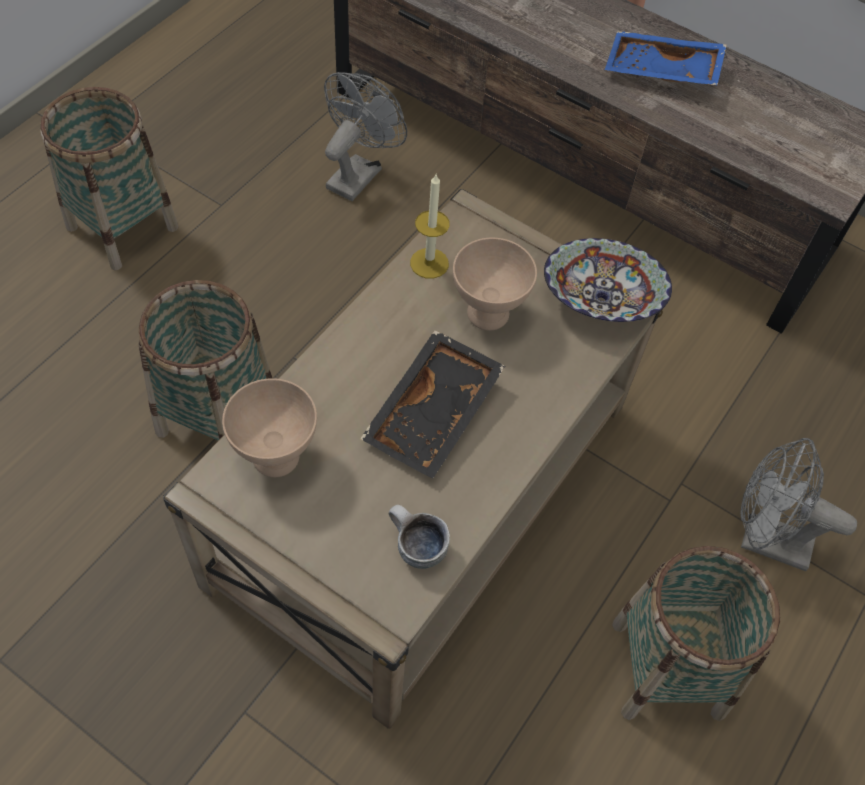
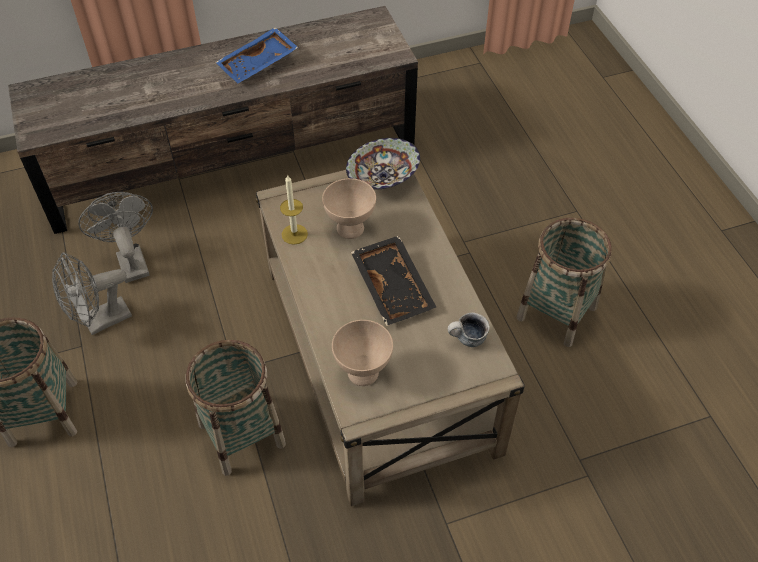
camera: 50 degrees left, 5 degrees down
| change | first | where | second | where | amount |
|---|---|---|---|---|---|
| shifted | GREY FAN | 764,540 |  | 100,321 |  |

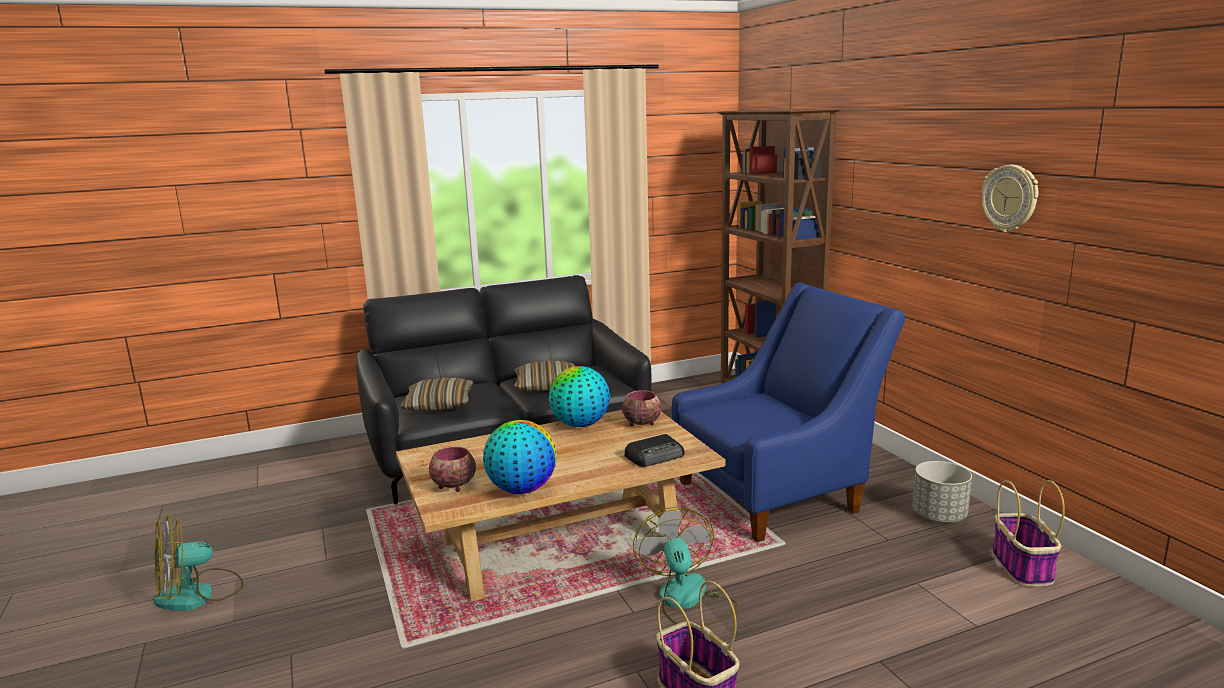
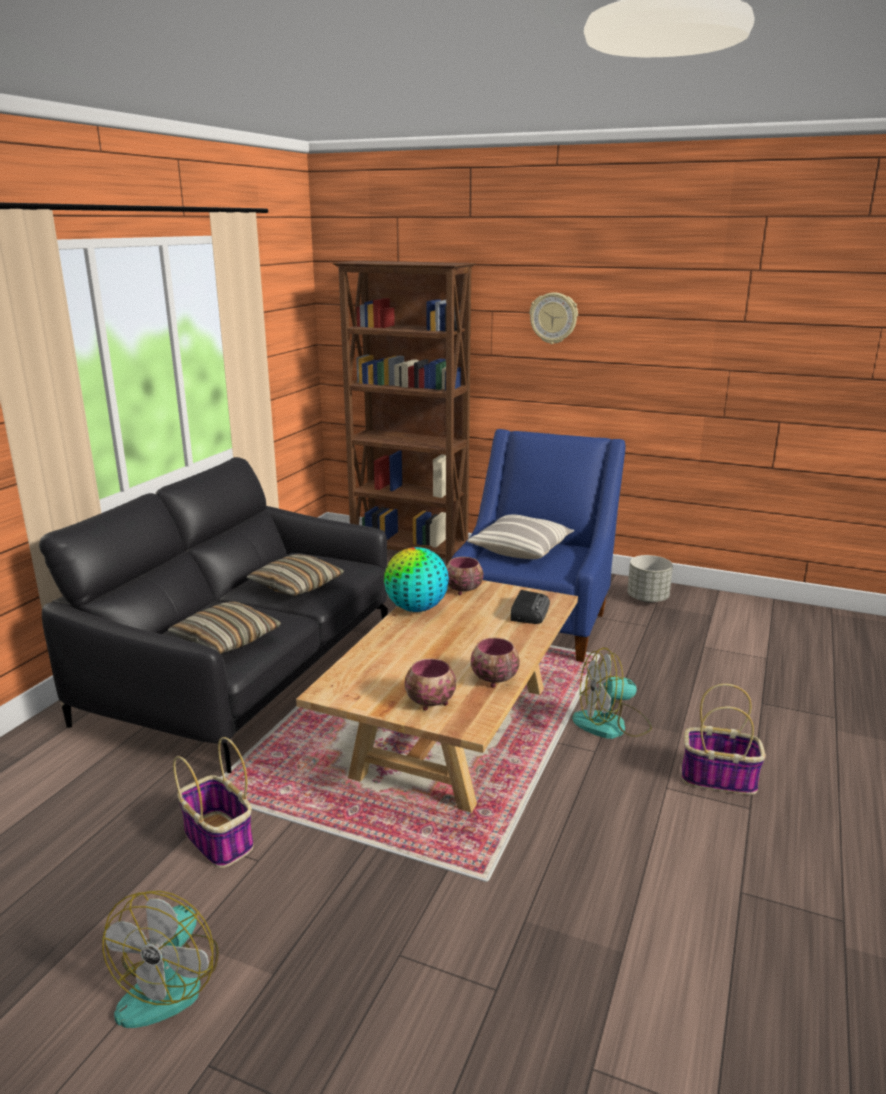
camera: 45 degrees left, 5 degrees up
| change | first | where | second | where | amount |
|---|---|---|---|---|---|
| swapped | GLOBE | 522,489 | BOWL | 493,679 |  |
| rotated | FAN | 687,601 |  | 611,724 | 45 degrees counterclockwise |
| shifted | WALL CLOCK | 1010,198 |  | 553,318 |  |
| shifted | BASKET | 1023,567 |  | 219,840 |  |
| new |  |  | PILLOW | 521,550 |  |

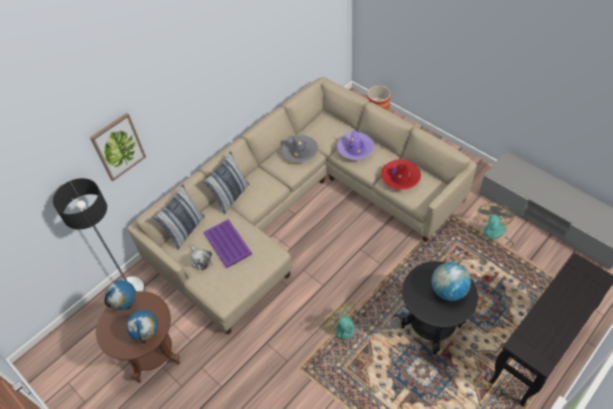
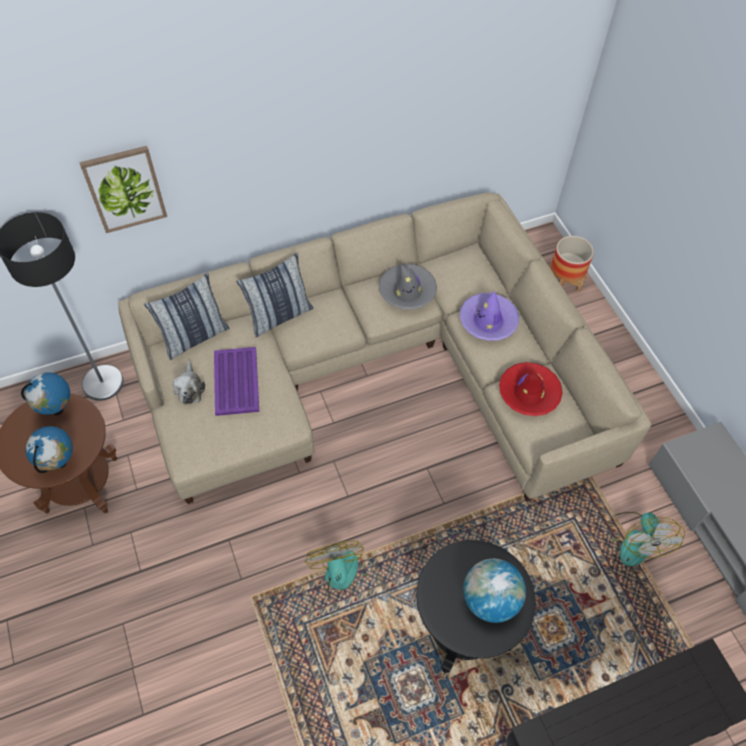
camera: 20 degrees right, 5 degrees up
| change | first | where | second | where | amount |
|---|---|---|---|---|---|
| rotated | FAN | 493,235 |  | 633,539 | 135 degrees clockwise |

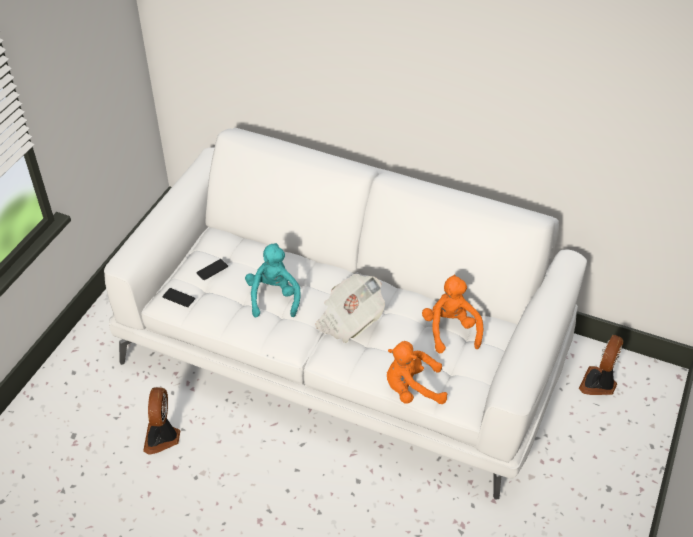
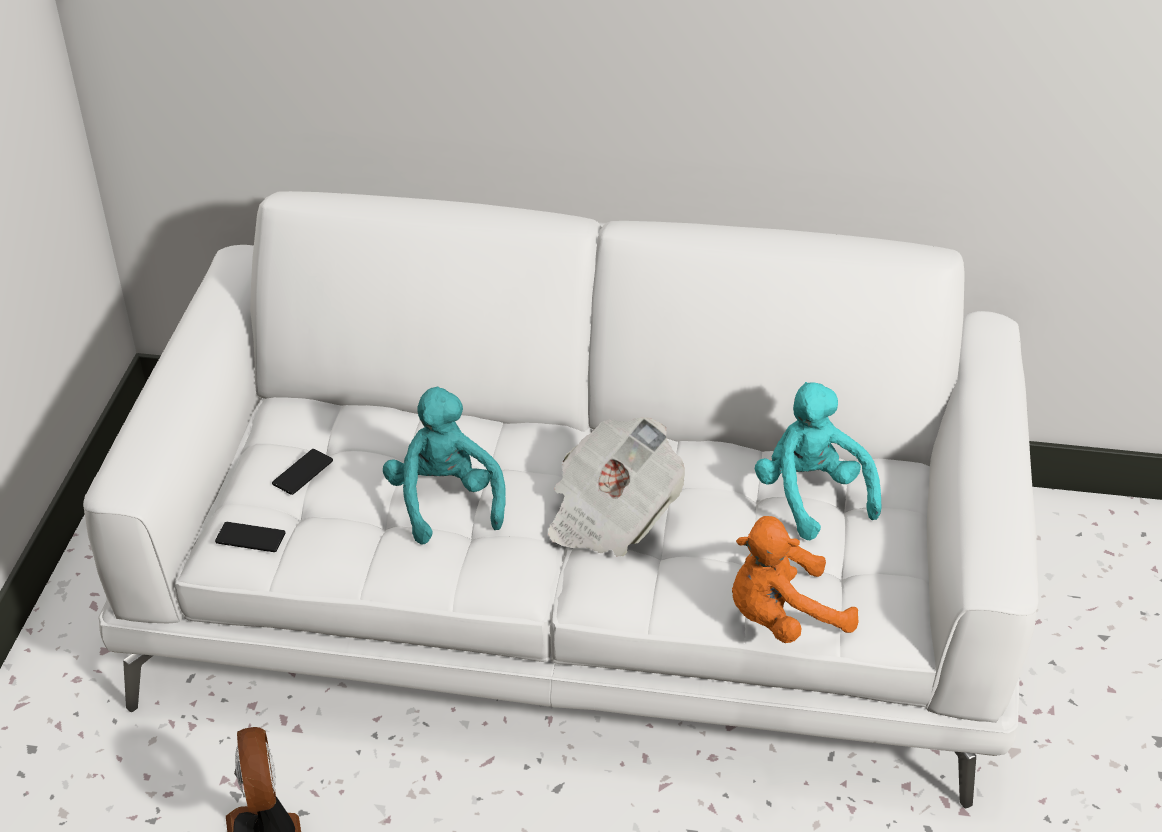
camera: 15 degrees left, 5 degrees down
| change | first | where | second | where | amount |
|---|---|---|---|---|---|
| repainted | ORANGE PLUSH TOY | 450,330 | TURQUOISE PLUSH TOY | 811,496 |  |
| gone | FAN | 599,384 |  |  |  |

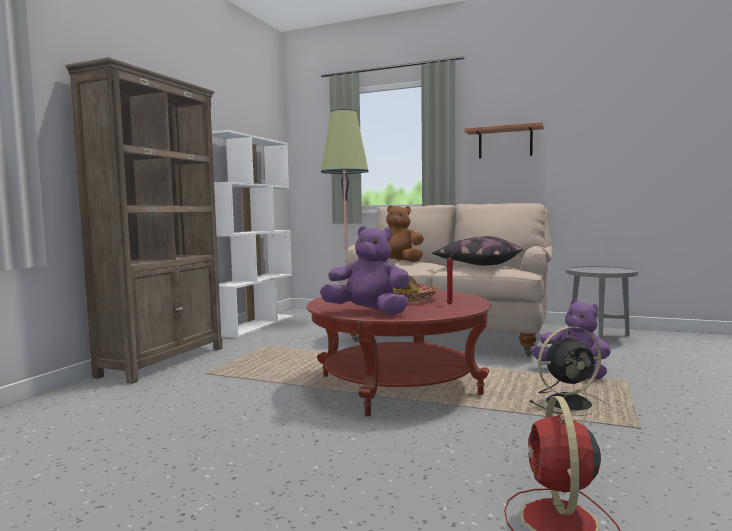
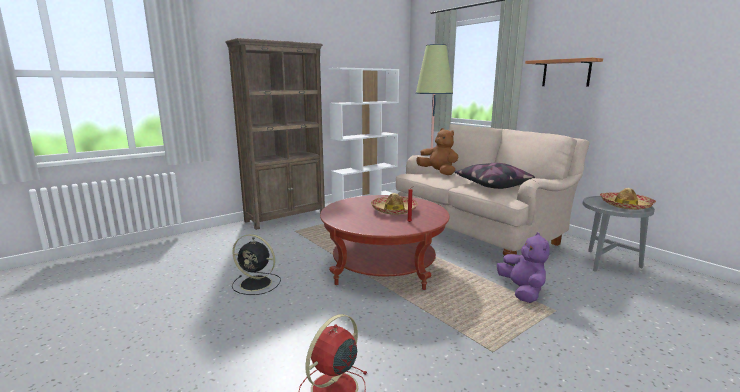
camera: 30 degrees right, 10 degrees up
| change | first | where | second | where | amount |
|---|---|---|---|---|---|
| gone | PURPLE PLUSH TOY | 368,312 |  |  |  |
| shifted | BLACK FAN | 570,403 |  | 257,284 |  |
| new |  |  | HAT | 625,205 |  |

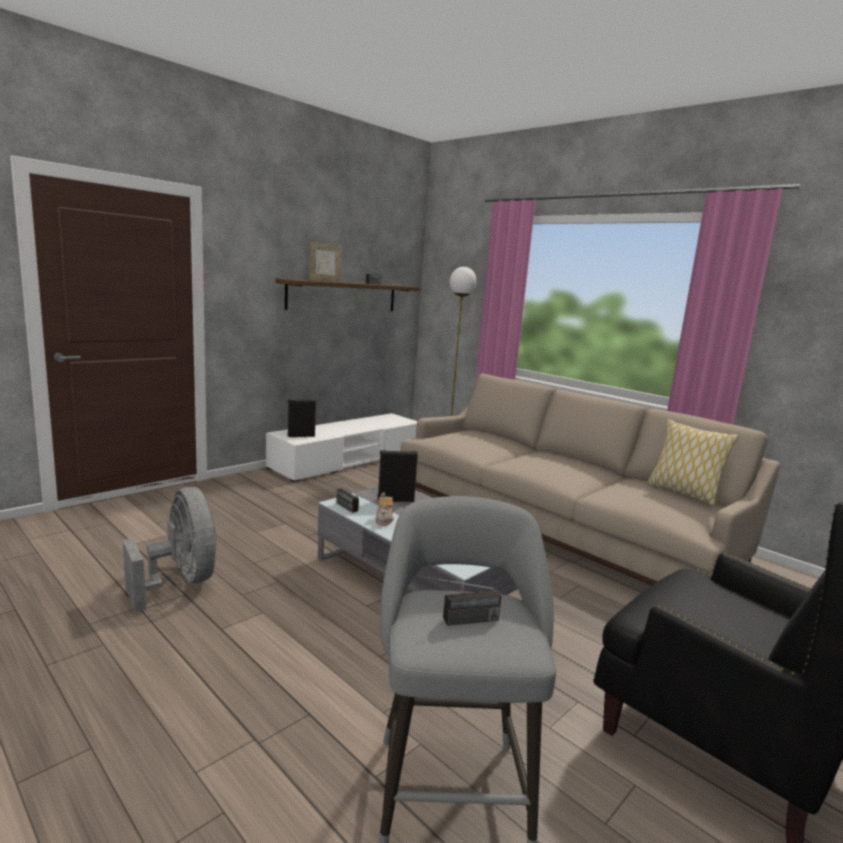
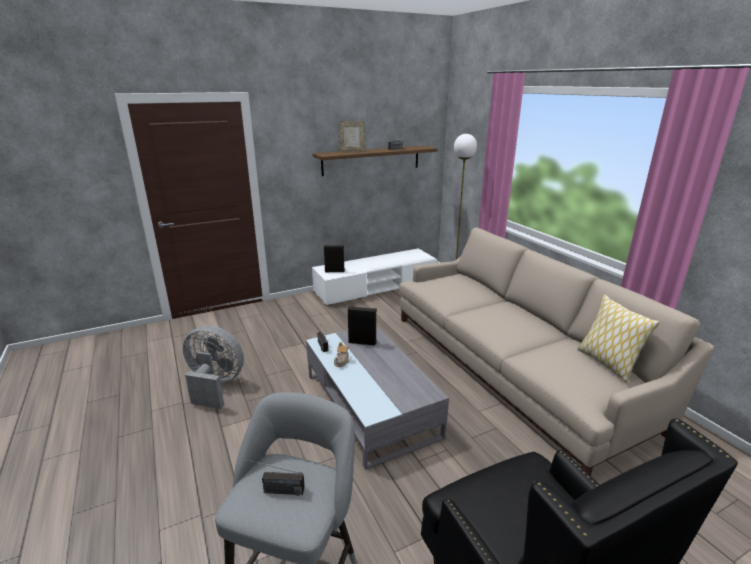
camera: 20 degrees right, 10 degrees up
| change | first | where | second | where | amount |
|---|---|---|---|---|---|
| rotated | GREY FAN | 181,582 |  | 215,386 | 60 degrees counterclockwise |

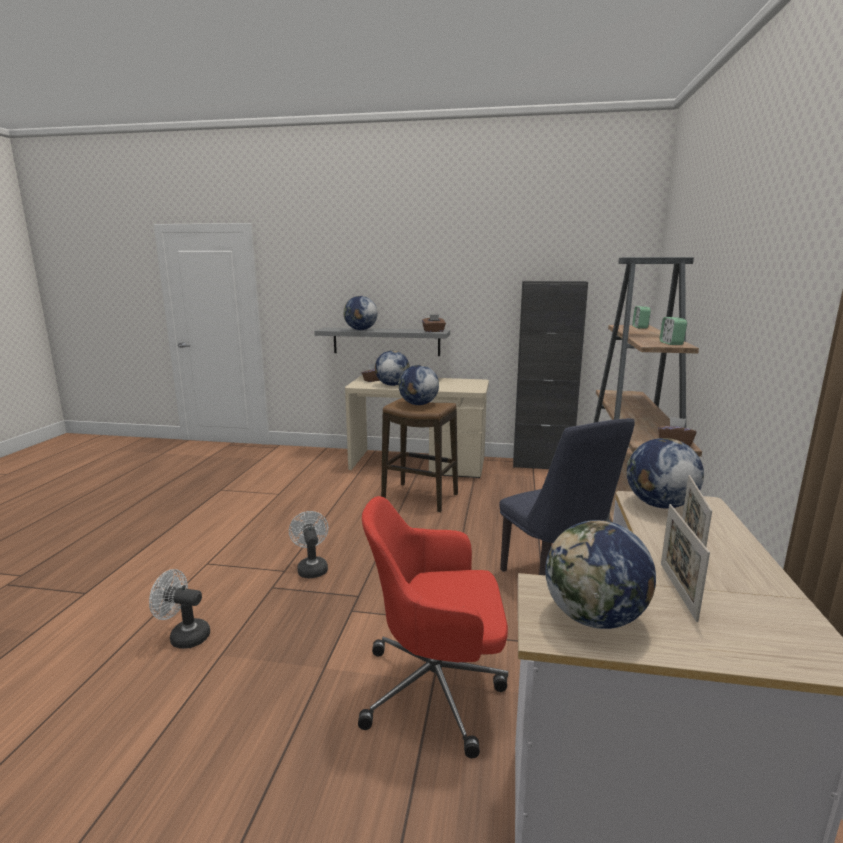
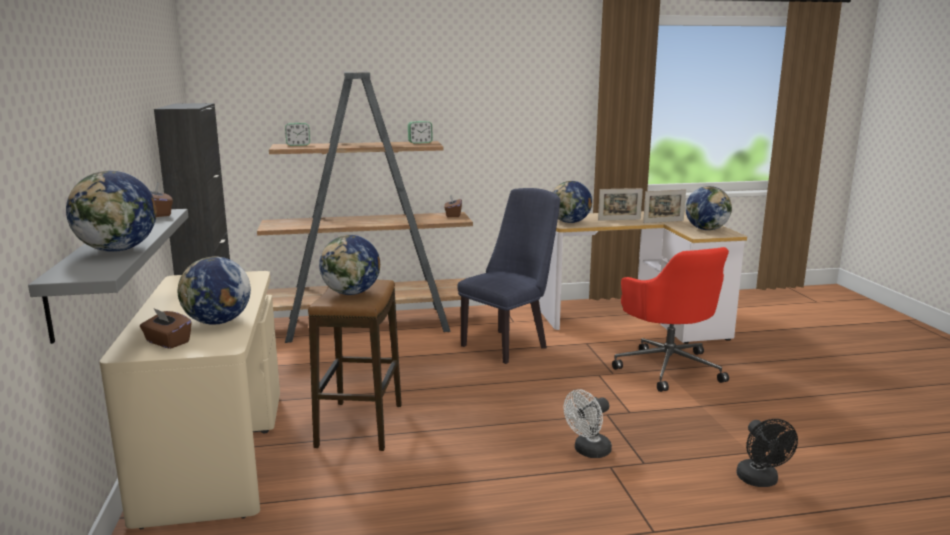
camera: 110 degrees left, 0 degrees up
| change | first | where | second | where | amount |
|---|---|---|---|---|---|
| repainted | WHITE FAN | 184,636 | BLACK FAN | 760,481 |  |

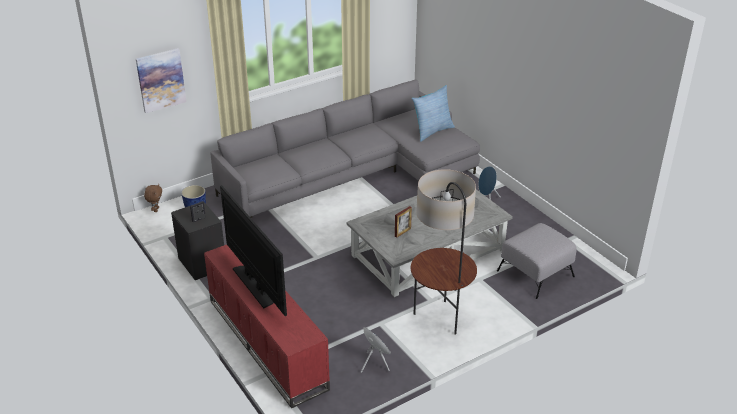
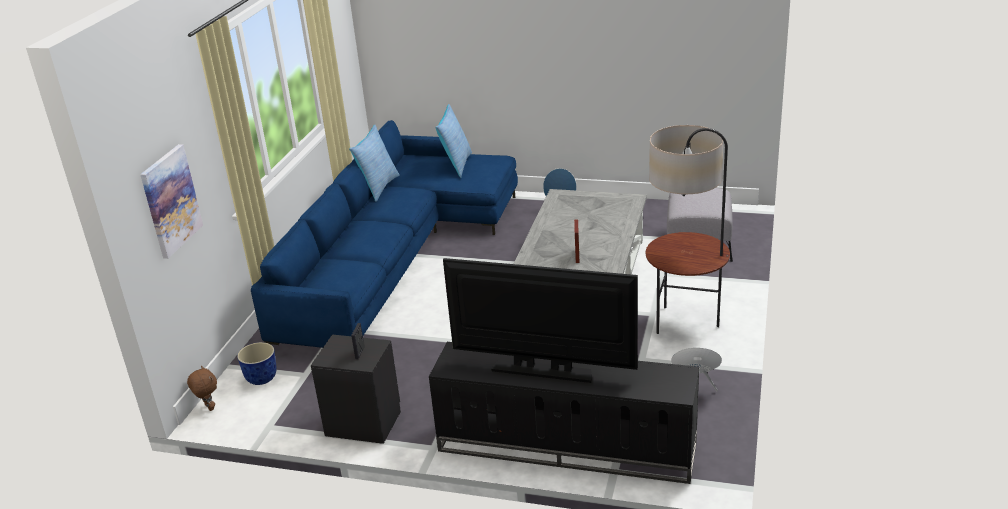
camera: 40 degrees left, 5 degrees down
| change | first | where | second | where | amount |
|---|---|---|---|---|---|
| repainted | RED TV STAND | 265,343 | BLACK TV STAND | 564,448 |  |
| repainted | GREY SOFA | 353,175 | BLUE SOFA | 396,256 |  |
| new |  |  | PILLOW | 378,187 |  |

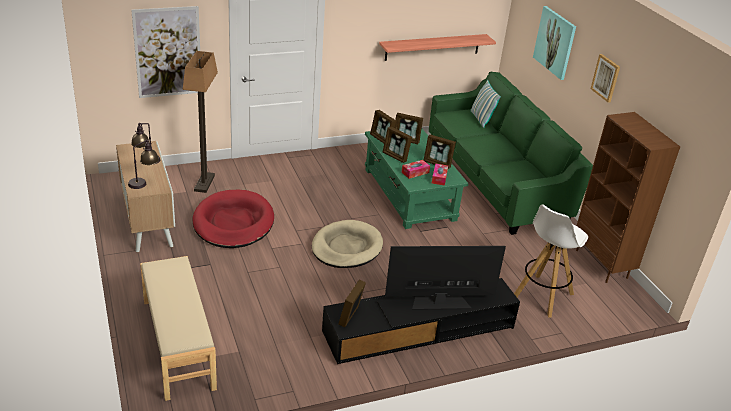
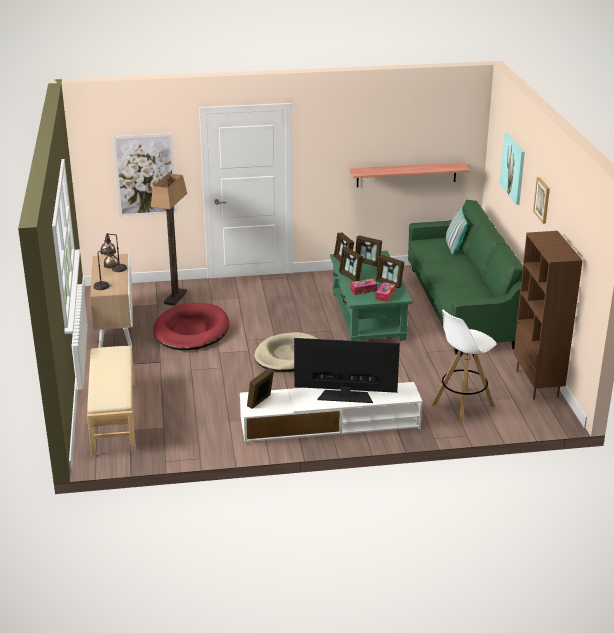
camera: 15 degrees right, 5 degrees down
| change | first | where | second | where | amount |
|---|---|---|---|---|---|
| repainted | BLACK TV STAND | 419,330 | WHITE TV STAND | 330,423 |  |

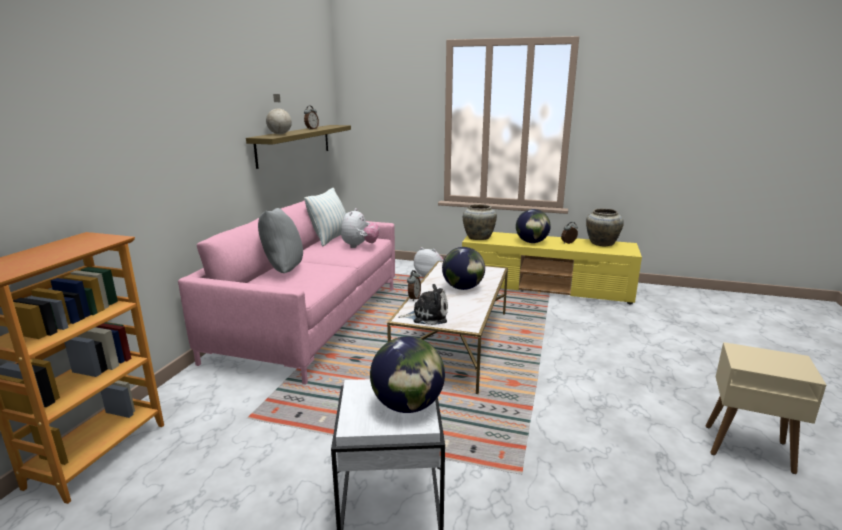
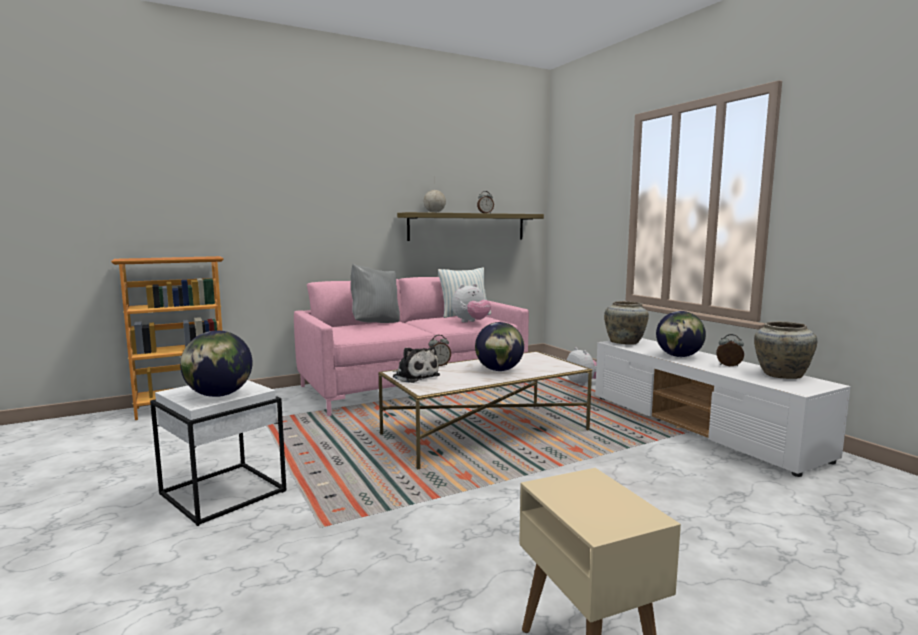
camera: 45 degrees right, 10 degrees down
| change | first | where | second | where | amount |
|---|---|---|---|---|---|
| repainted | YELLOW TV STAND | 546,288 | WHITE TV STAND | 700,426 |  |

